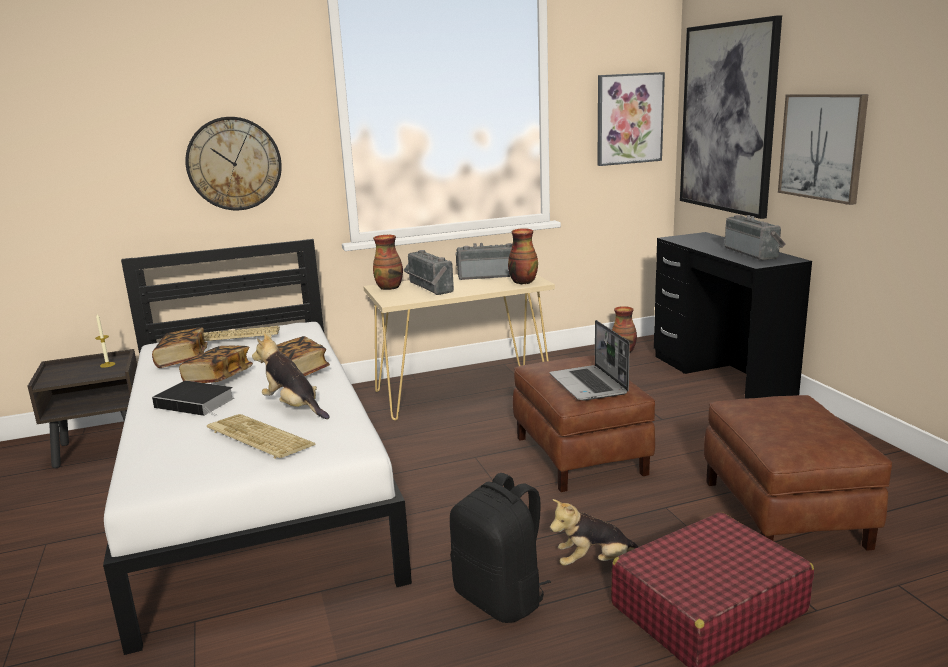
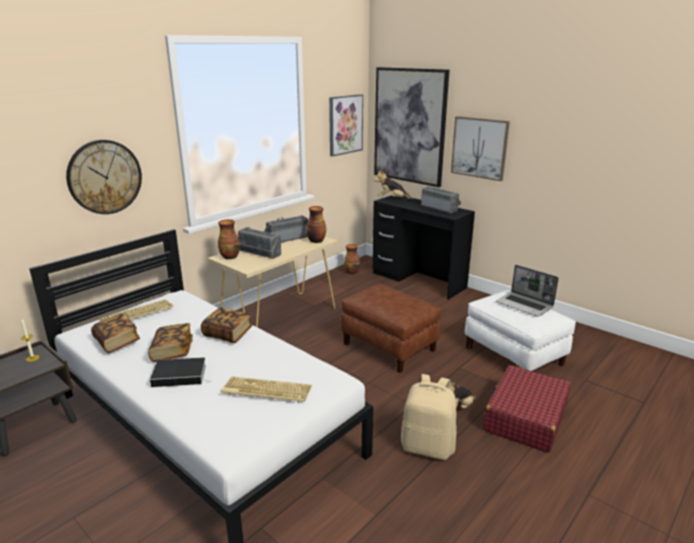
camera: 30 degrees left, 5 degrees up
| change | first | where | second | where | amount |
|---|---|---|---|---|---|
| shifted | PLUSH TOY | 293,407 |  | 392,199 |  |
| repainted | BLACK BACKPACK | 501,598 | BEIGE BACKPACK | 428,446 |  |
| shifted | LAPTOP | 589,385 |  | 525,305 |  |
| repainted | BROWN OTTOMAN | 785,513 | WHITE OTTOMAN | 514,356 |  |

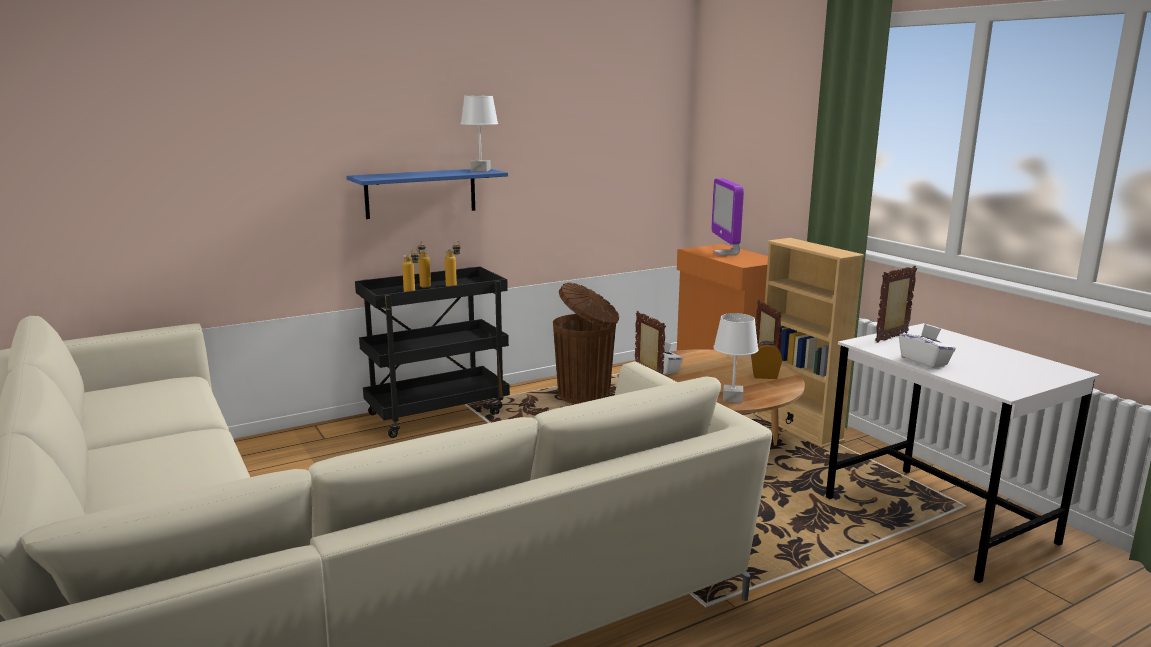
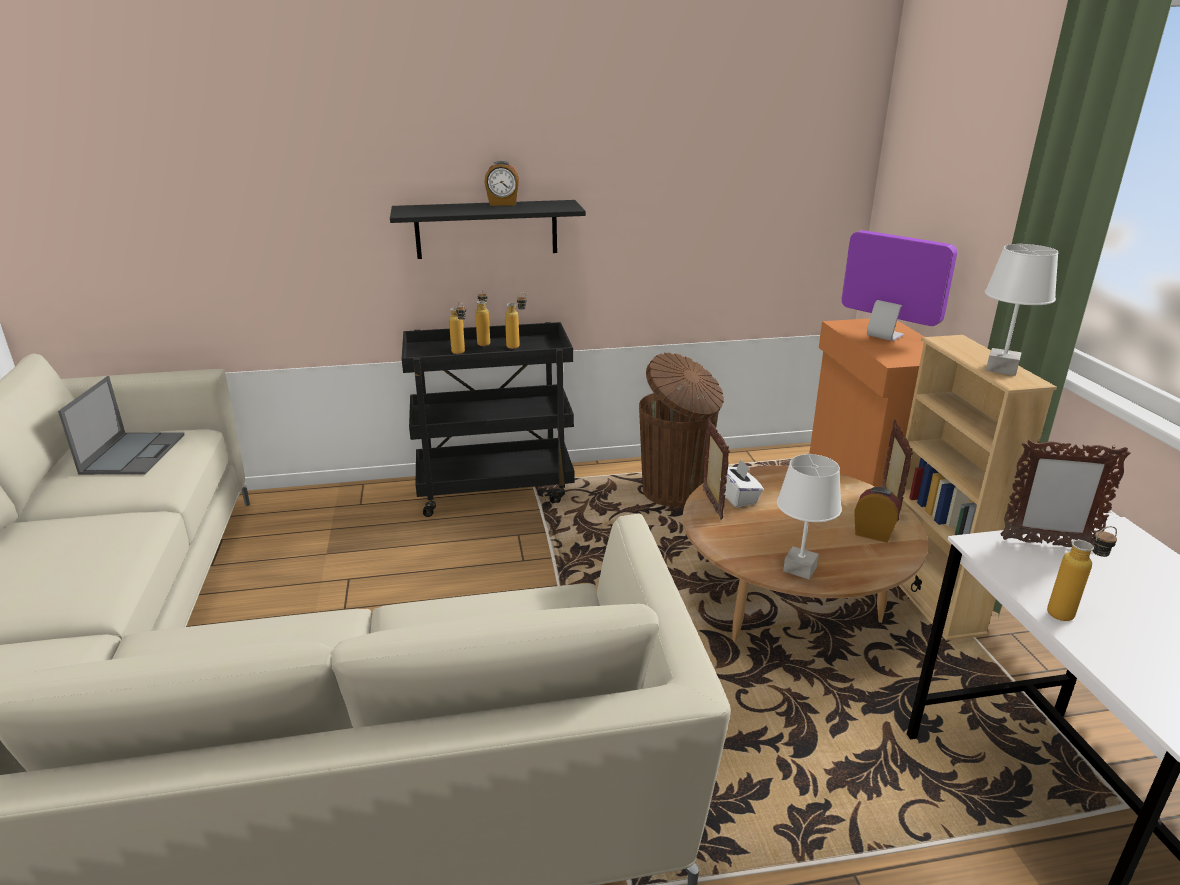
camera: 20 degrees right, 10 degrees up
| change | first | where | second | where | amount |
|---|---|---|---|---|---|
| repainted | BLUE SHELF | 421,193 | BLACK SHELF | 486,229 |  |
| shifted | WHITE TABLE LAMP | 481,170 |  | 1002,369 |  |
| rotated | MONITOR | 726,253 |  | 885,336 | 120 degrees clockwise |
| rotated | PICTURE FRAME | 892,338 |  | 1046,544 | 150 degrees counterclockwise |
| swapped | WHITE TISSUE BOX | 924,361 | BOTTLE | 1069,613 |  |
| new |  |  | LAPTOP | 133,453 |  |
| new |  |  | ALARM CLOCK | 503,204 |  |

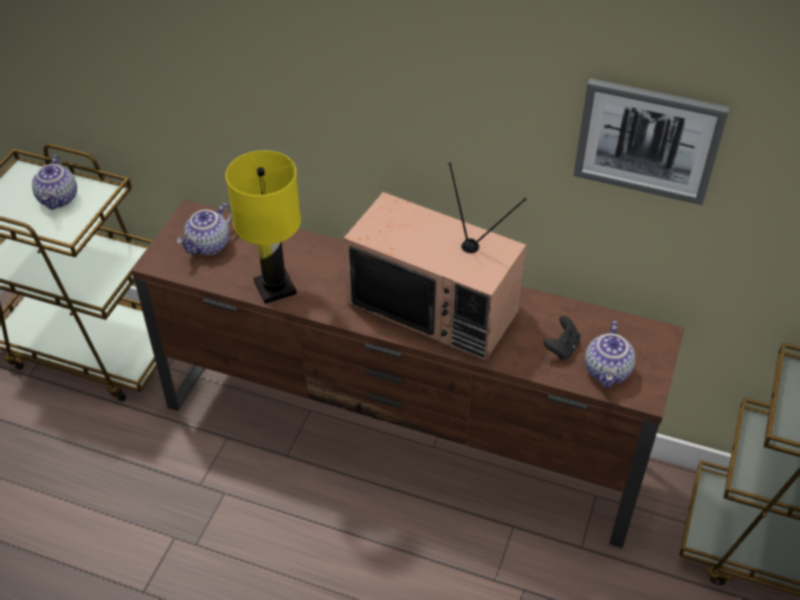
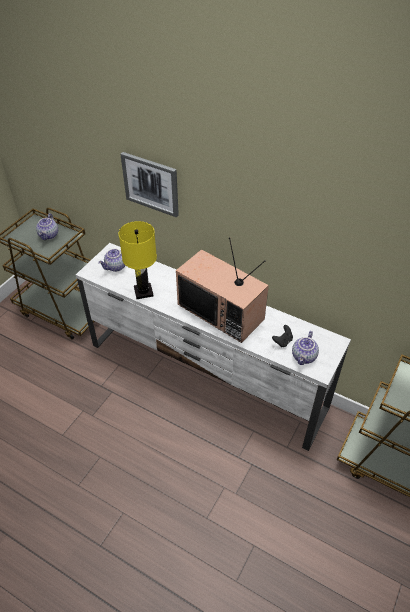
camera: 10 degrees right, 0 degrees up
| change | first | where | second | where | amount |
|---|---|---|---|---|---|
| repainted | BROWN TV STAND | 402,436 | WHITE TV STAND | 206,376 |  |
| shifted | PICTURE | 648,140 |  | 151,184 |  |

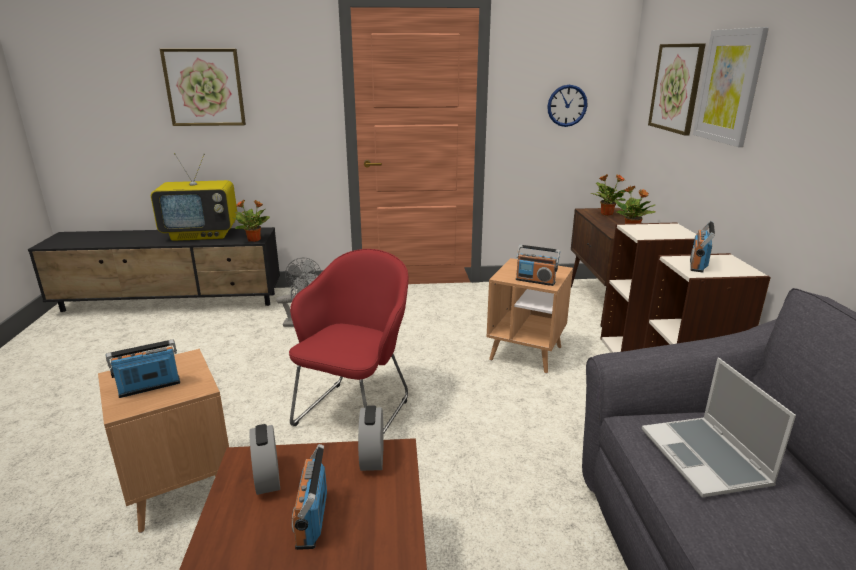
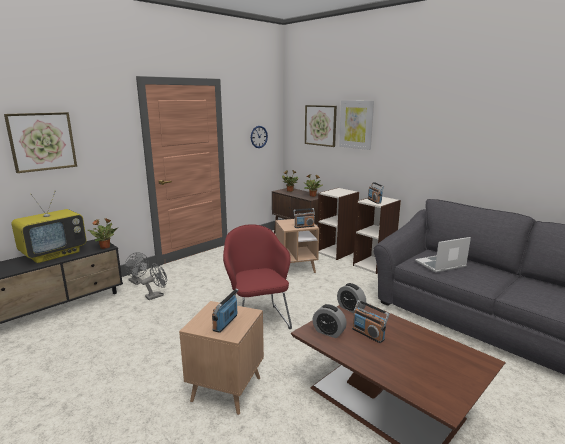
camera: 40 degrees left, 5 degrees down
| change | first | where | second | where | amount |
|---|---|---|---|---|---|
| rotated | LAPTOP | 706,458 |  | 440,264 | 120 degrees clockwise |

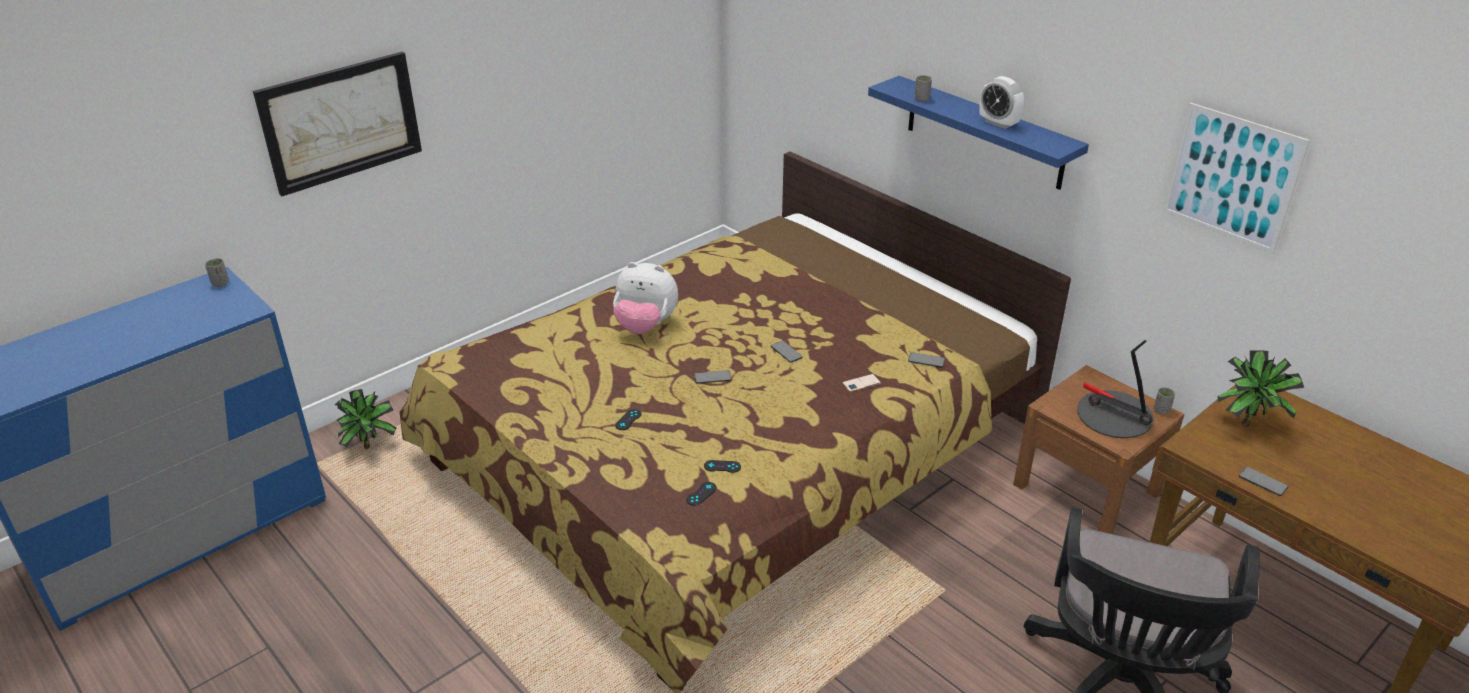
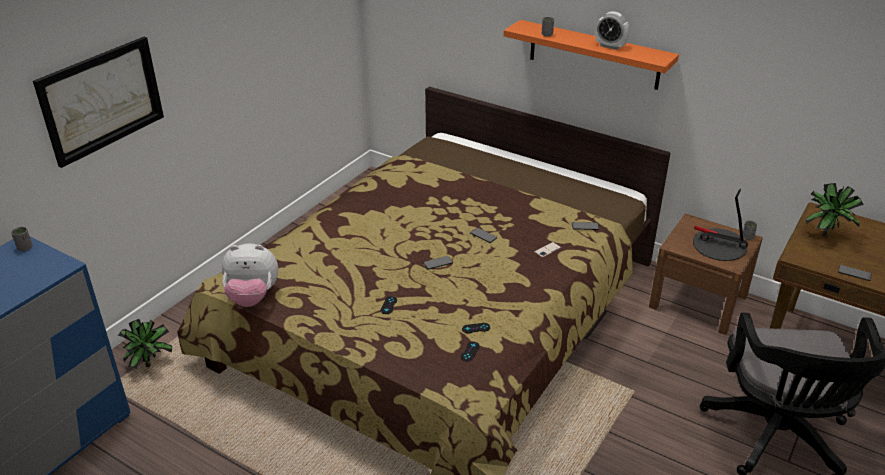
camera: 15 degrees left, 0 degrees up
| change | first | where | second | where | amount |
|---|---|---|---|---|---|
| shifted | PLUSH TOY | 645,326 |  | 252,297 |  |
| repainted | BLUE SHELF | 984,132 | ORANGE SHELF | 594,55 |  |
| gone | PICTURE | 1232,177 |  |  |  |

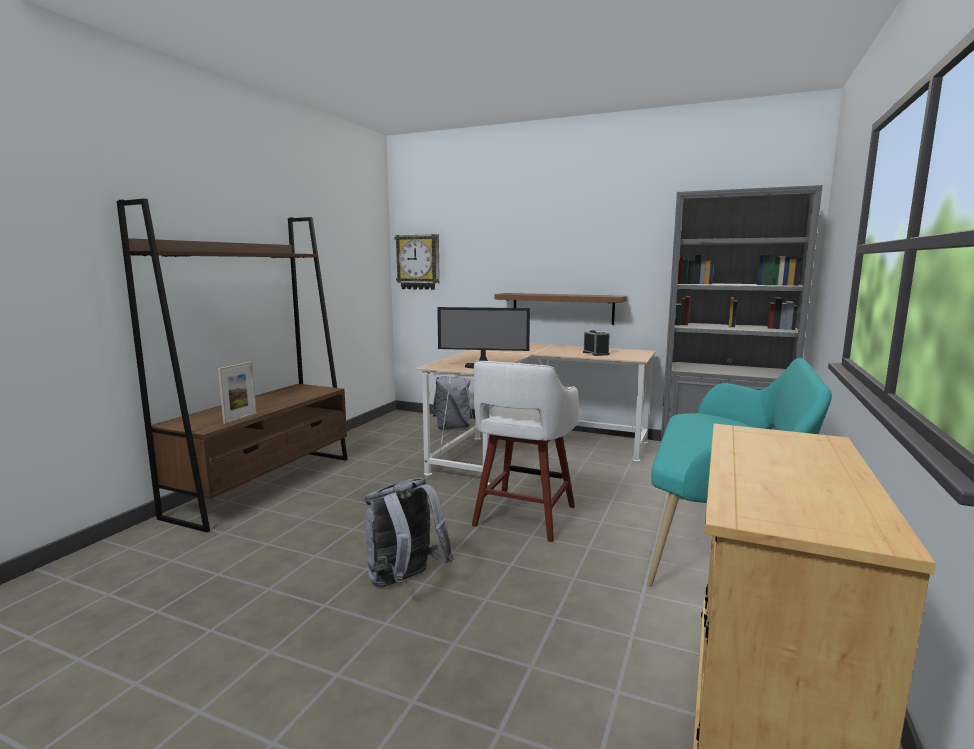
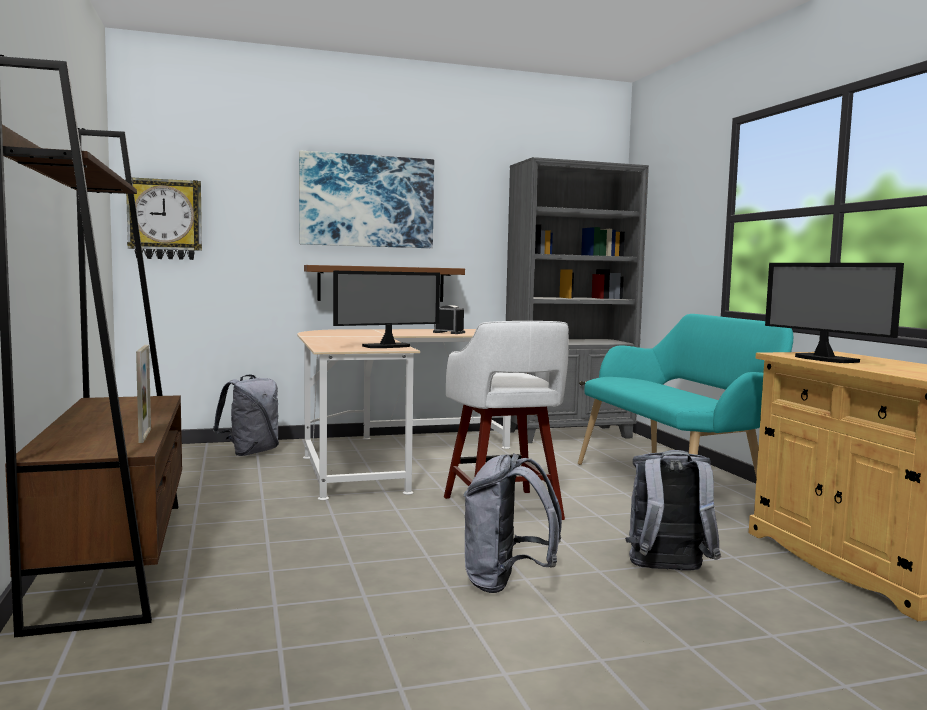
camera: 40 degrees left, 5 degrees down
| change | first | where | second | where | amount |
|---|---|---|---|---|---|
| new |  |  | PICTURE | 367,201 |  |
| new |  |  | GREY BACKPACK | 667,571 |  |
| new |  |  | MONITOR | 823,359 |  |

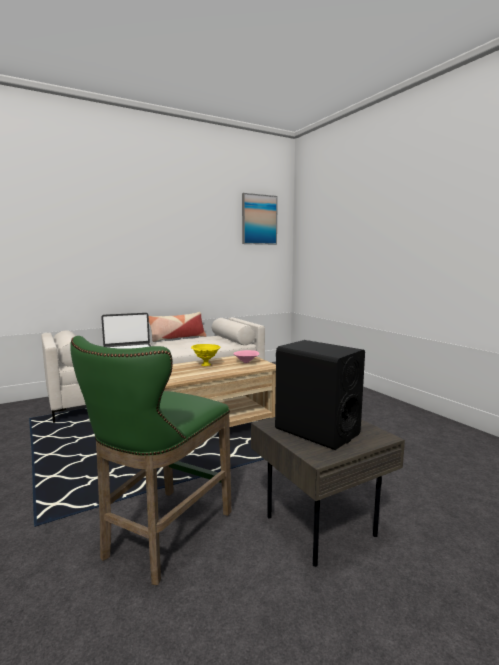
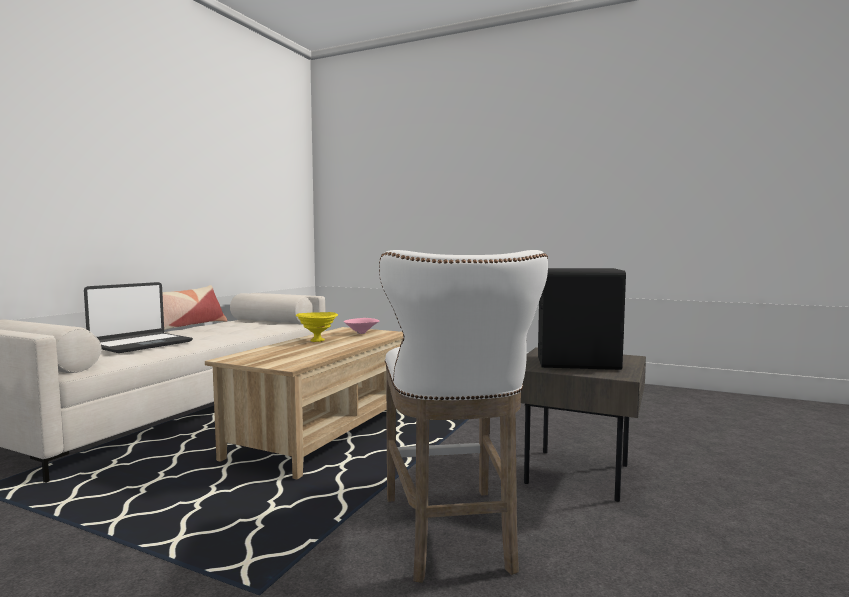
camera: 35 degrees left, 5 degrees down
| change | first | where | second | where | amount |
|---|---|---|---|---|---|
| repainted | GREEN STOOL | 161,537 | WHITE STOOL | 450,536 |  |
| gone | PICTURE | 259,219 |  |  |  |

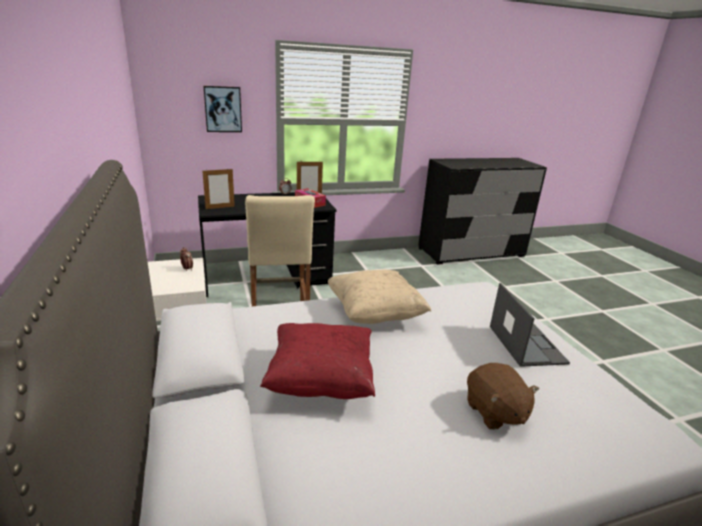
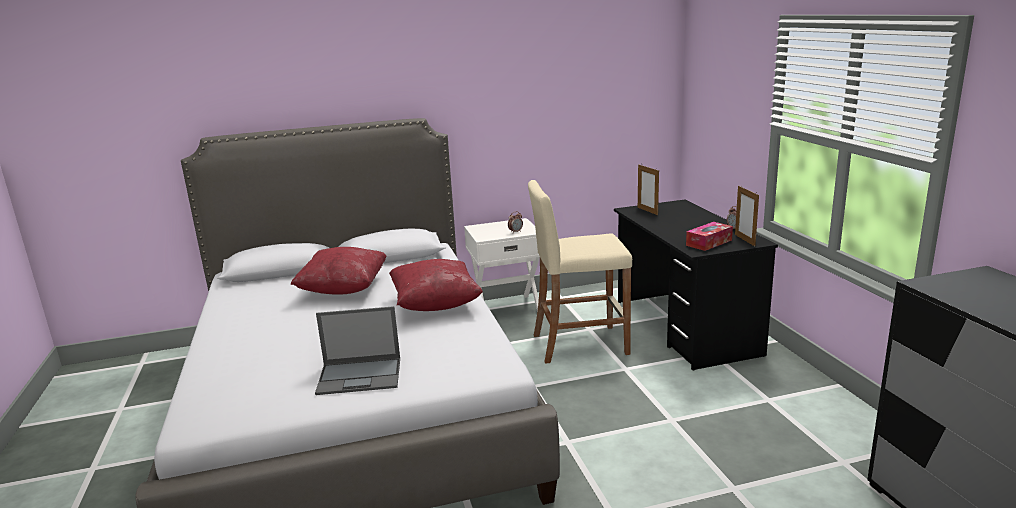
camera: 95 degrees right, 5 degrees down
| change | first | where | second | where | amount |
|---|---|---|---|---|---|
| gone | PICTURE | 223,109 |  |  |  |
| repainted | BEIGE PILLOW | 374,314 | RED PILLOW | 435,305 |  |
| gone | BROWN PLUSH TOY | 494,412 |  |  |  |

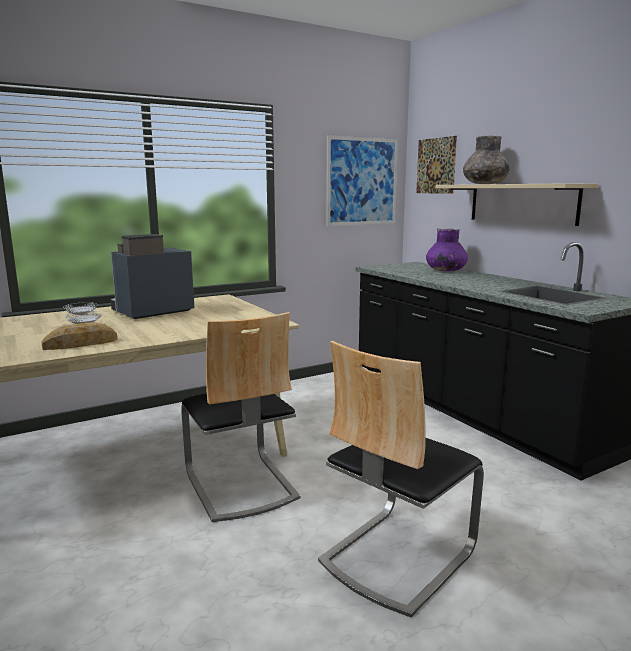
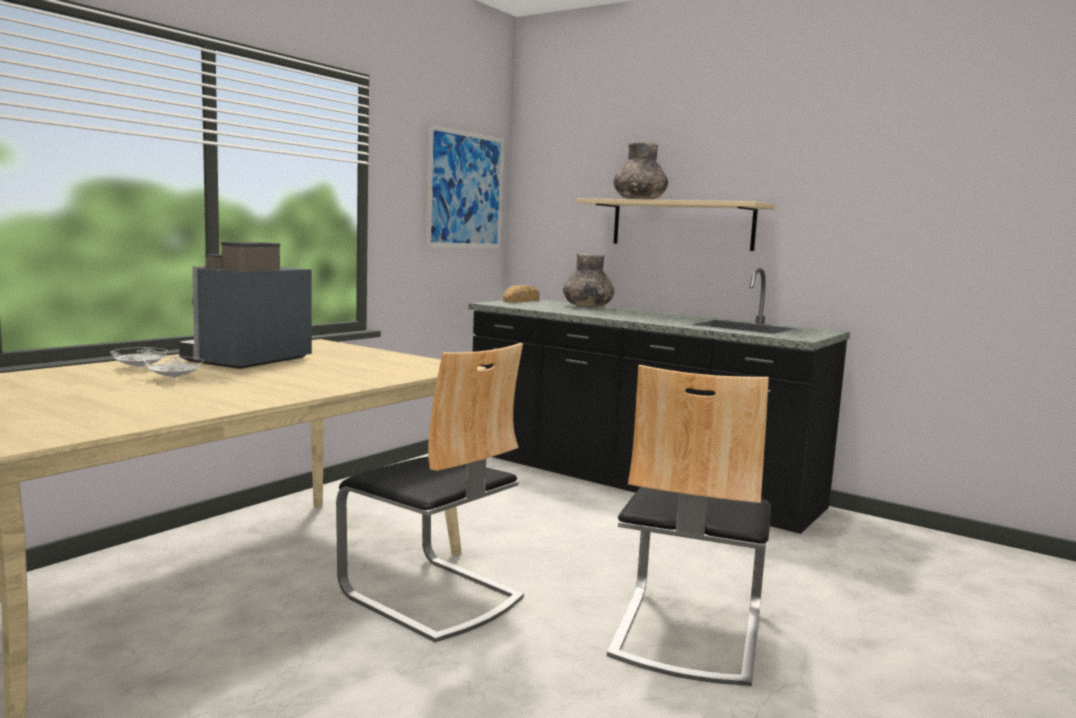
camera: 25 degrees left, 5 degrees down
| change | first | where | second | where | amount |
|---|---|---|---|---|---|
| shifted | BREAD | 80,343 |  | 521,300 |  |
| gone | PICTURE | 436,166 |  |  |  |
| repainted | PURPLE VASE | 445,270 | GREY VASE | 587,307 |  |

